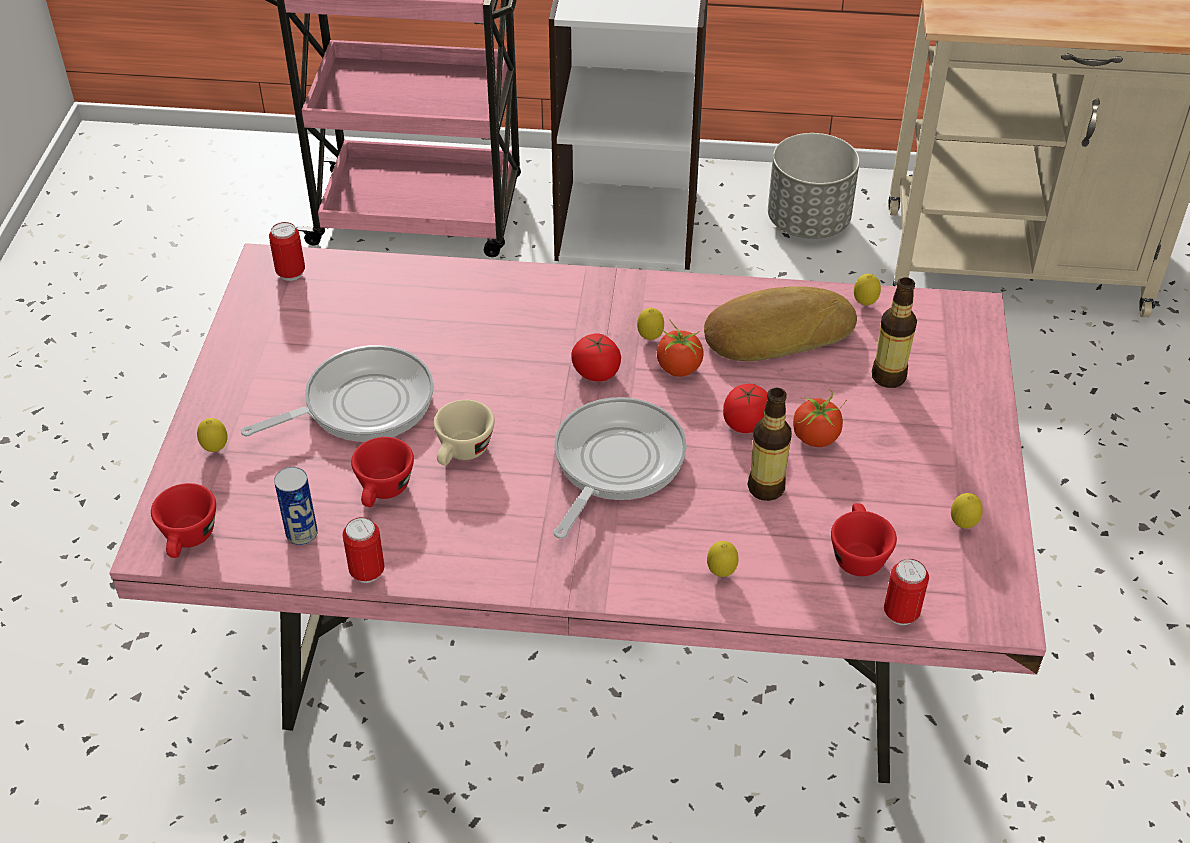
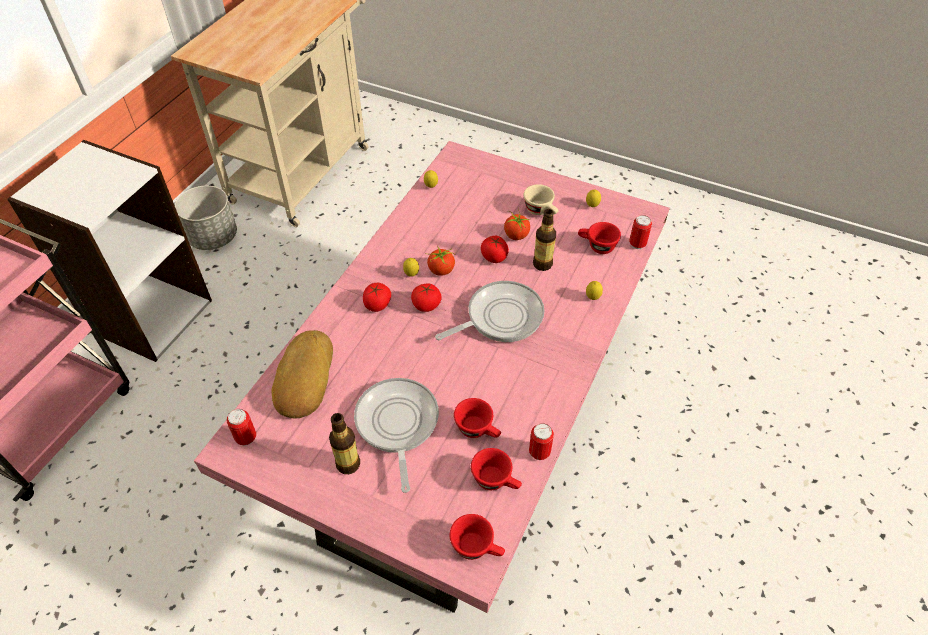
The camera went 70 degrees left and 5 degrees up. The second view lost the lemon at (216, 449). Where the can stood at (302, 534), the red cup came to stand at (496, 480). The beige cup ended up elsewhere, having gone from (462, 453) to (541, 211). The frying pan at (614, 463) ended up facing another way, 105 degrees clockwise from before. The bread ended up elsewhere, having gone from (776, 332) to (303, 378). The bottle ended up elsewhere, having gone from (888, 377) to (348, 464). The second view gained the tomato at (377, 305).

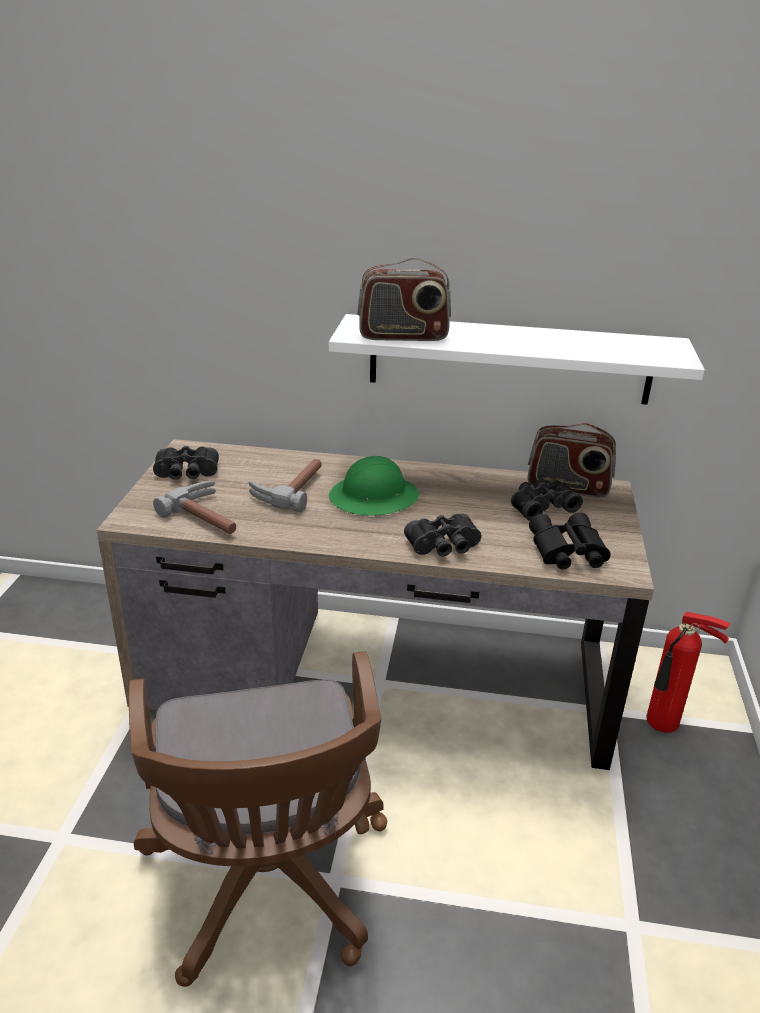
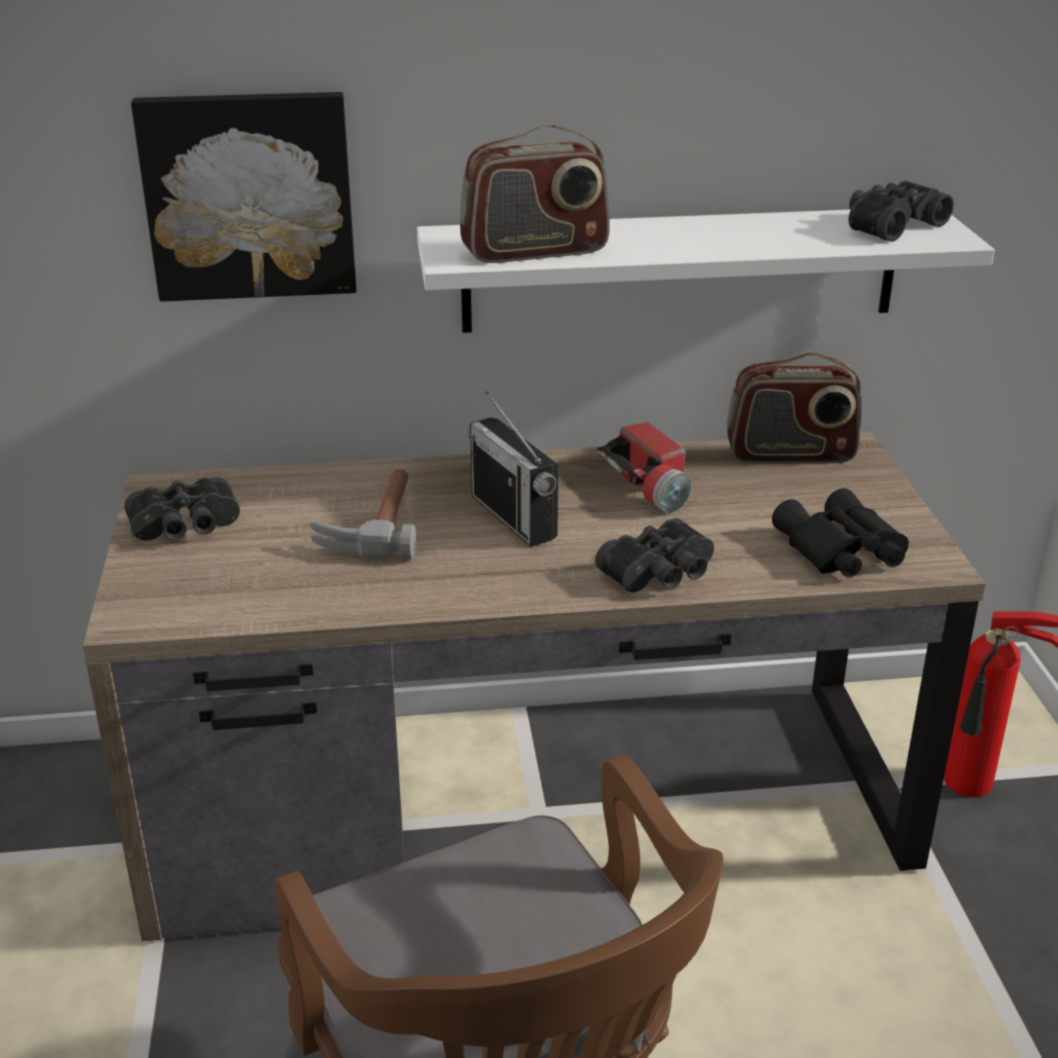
The camera went 15 degrees left and 0 degrees up. The second view lost the hammer at (210, 516). Where the green hard hat stood at (374, 498), the radio came to stand at (513, 517). The black binoculars ended up elsewhere, having gone from (541, 506) to (890, 225). The second view gained the picture at (249, 195). The second view gained the flashlight at (650, 485).

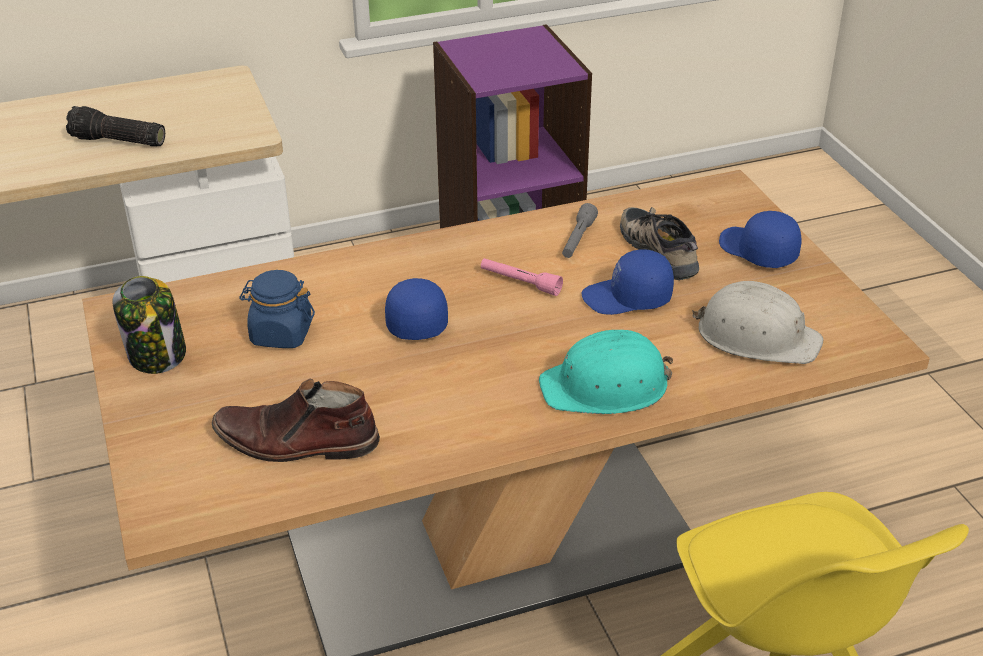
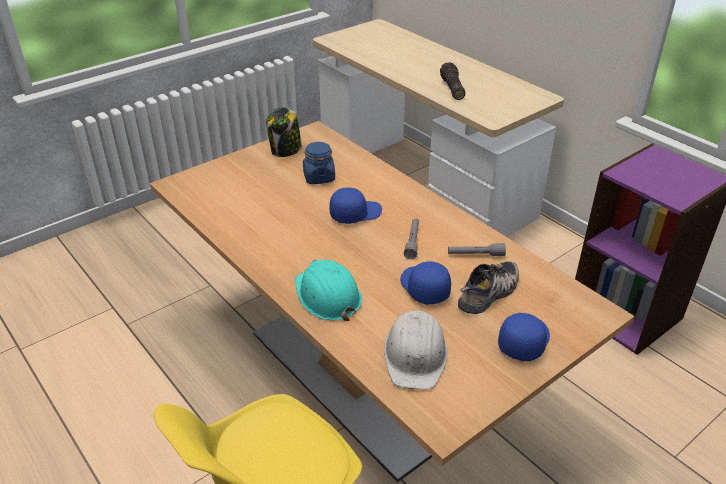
The camera went 70 degrees right and 0 degrees up. The second view lost the brown boot at (296, 442). What was the pink flashlight at (520, 283) turned into the grey flashlight at (412, 242).

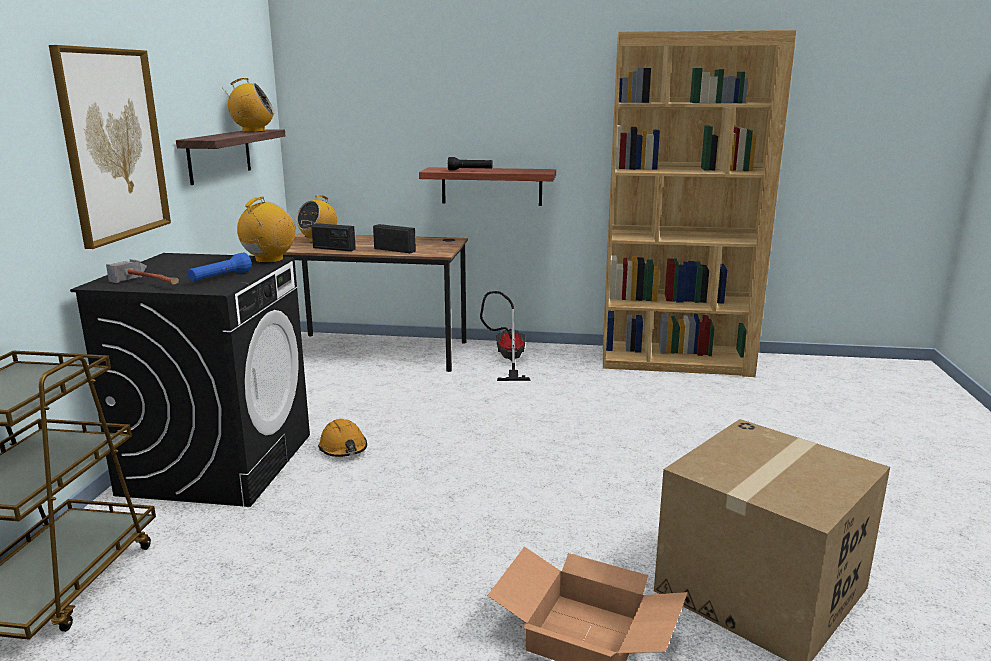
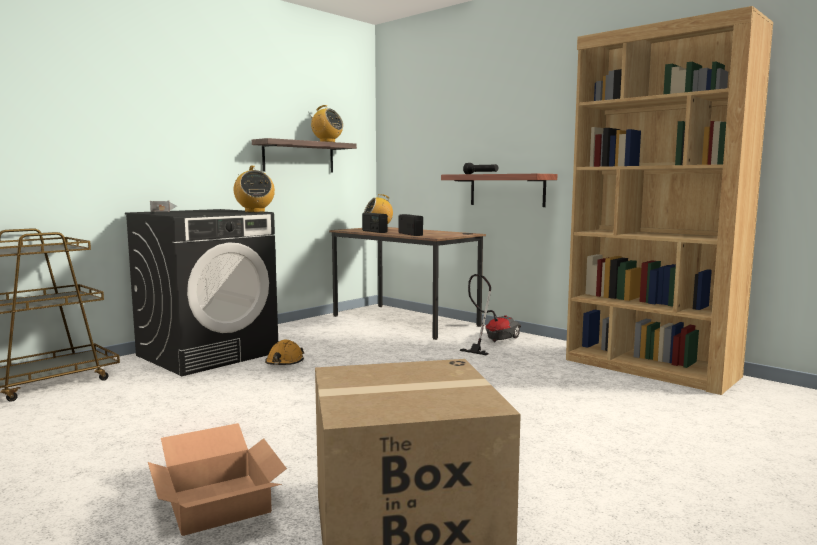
The camera went 35 degrees right and 10 degrees down. The second view lost the picture at (113, 145). The second view lost the blue flashlight at (220, 278). The radio at (269, 260) ended up facing another way, 90 degrees clockwise from before.

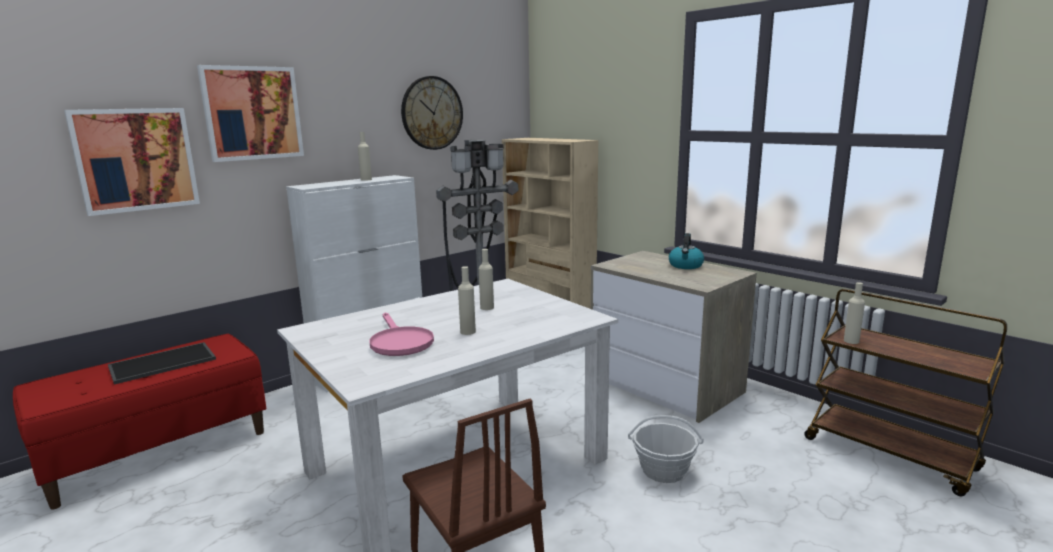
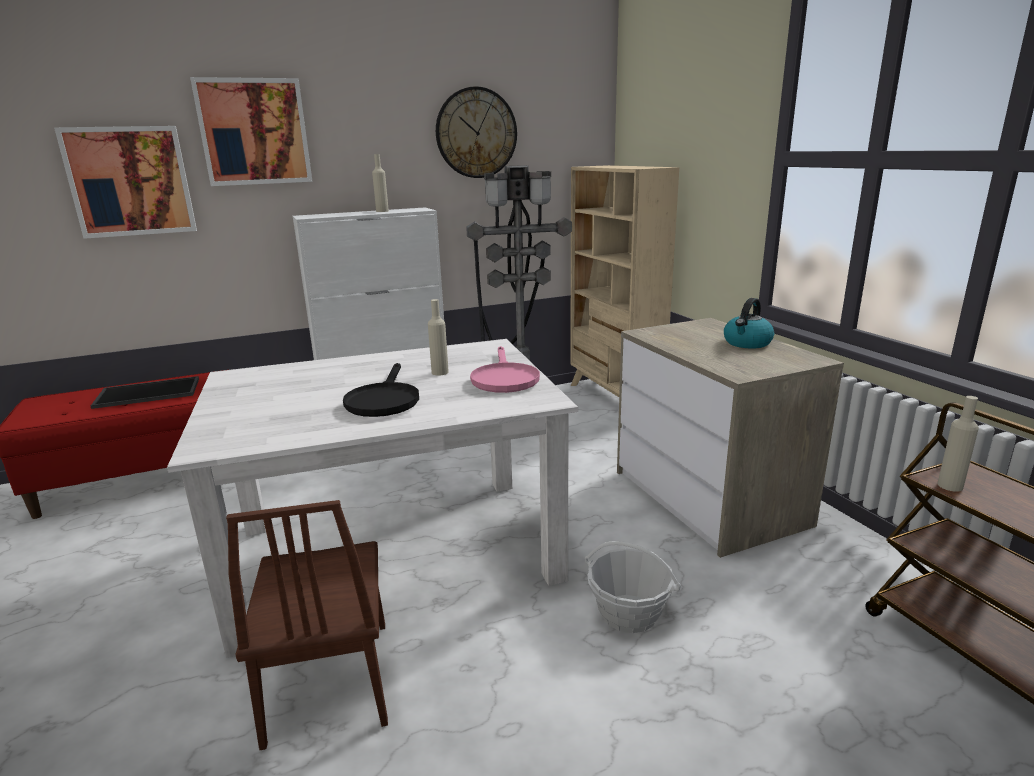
The camera went 20 degrees right and 5 degrees up. The pink frying pan ended up elsewhere, having gone from (399, 342) to (504, 378). Where the beige bottle stood at (468, 332), the black frying pan came to stand at (384, 400).

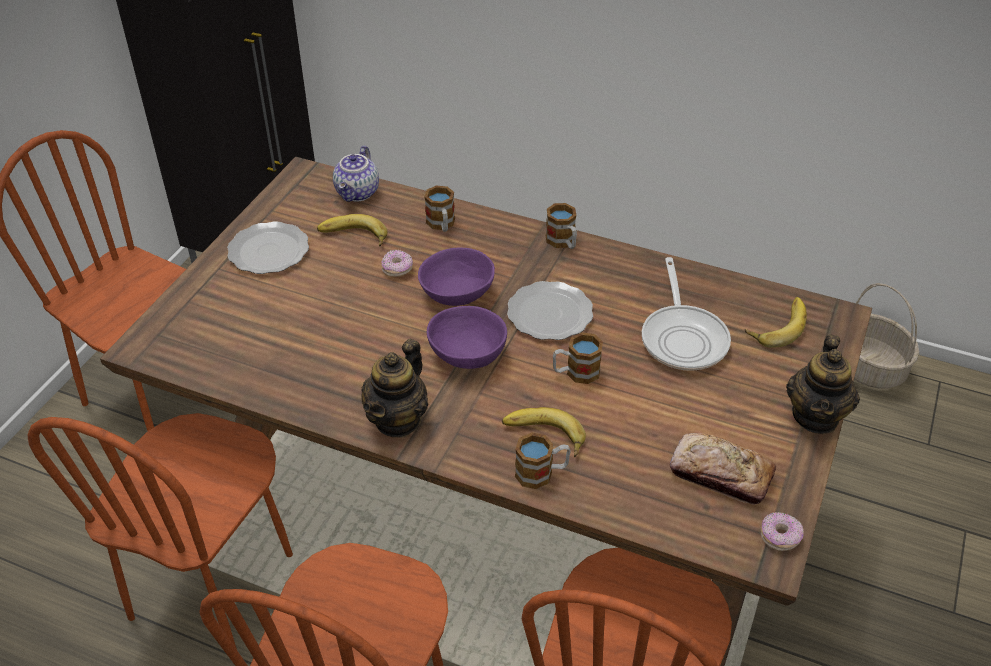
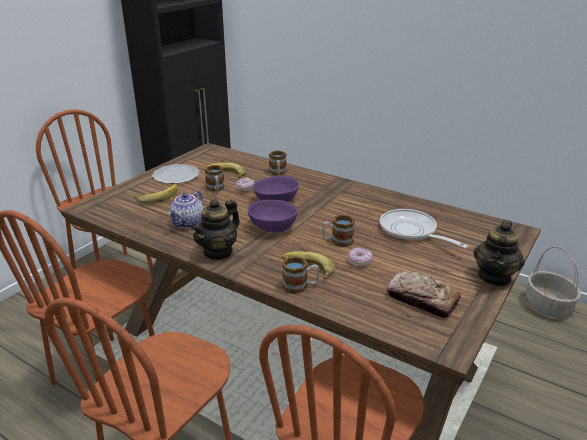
The camera went 10 degrees right and 15 degrees down. The teapot ended up elsewhere, having gone from (358, 193) to (188, 223). The second view lost the plate at (549, 312). The mug ended up elsewhere, having gone from (563, 242) to (216, 189). The frying pan at (683, 337) ended up facing another way, 135 degrees clockwise from before. The banana ended up elsewhere, having gone from (776, 325) to (157, 196). The donut ended up elsewhere, having gone from (779, 537) to (359, 262).

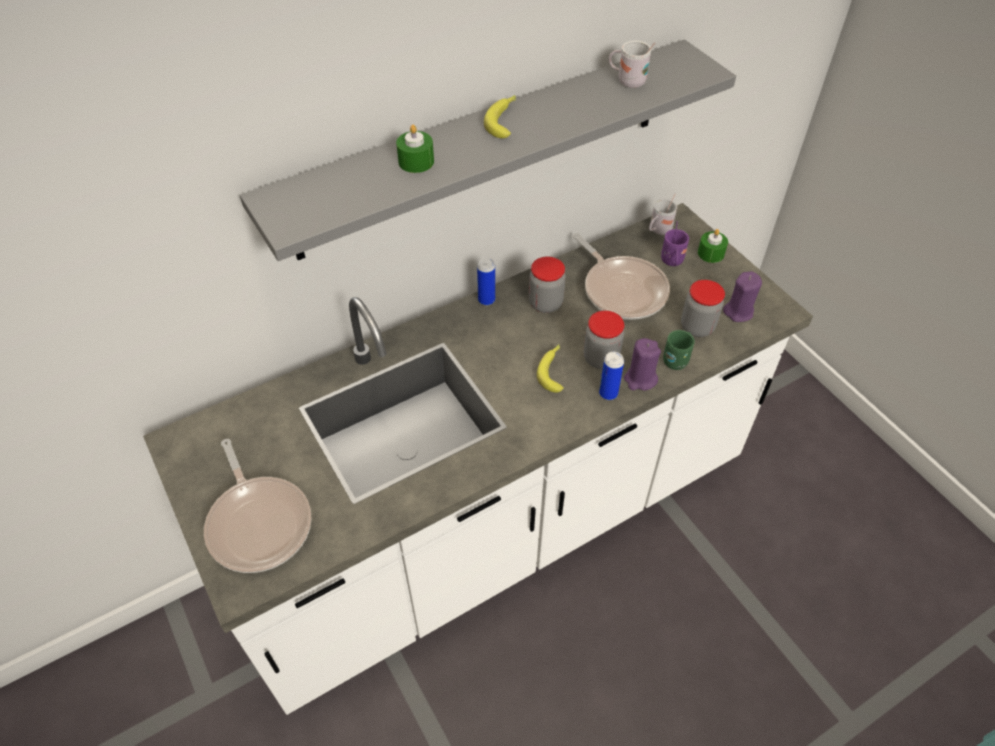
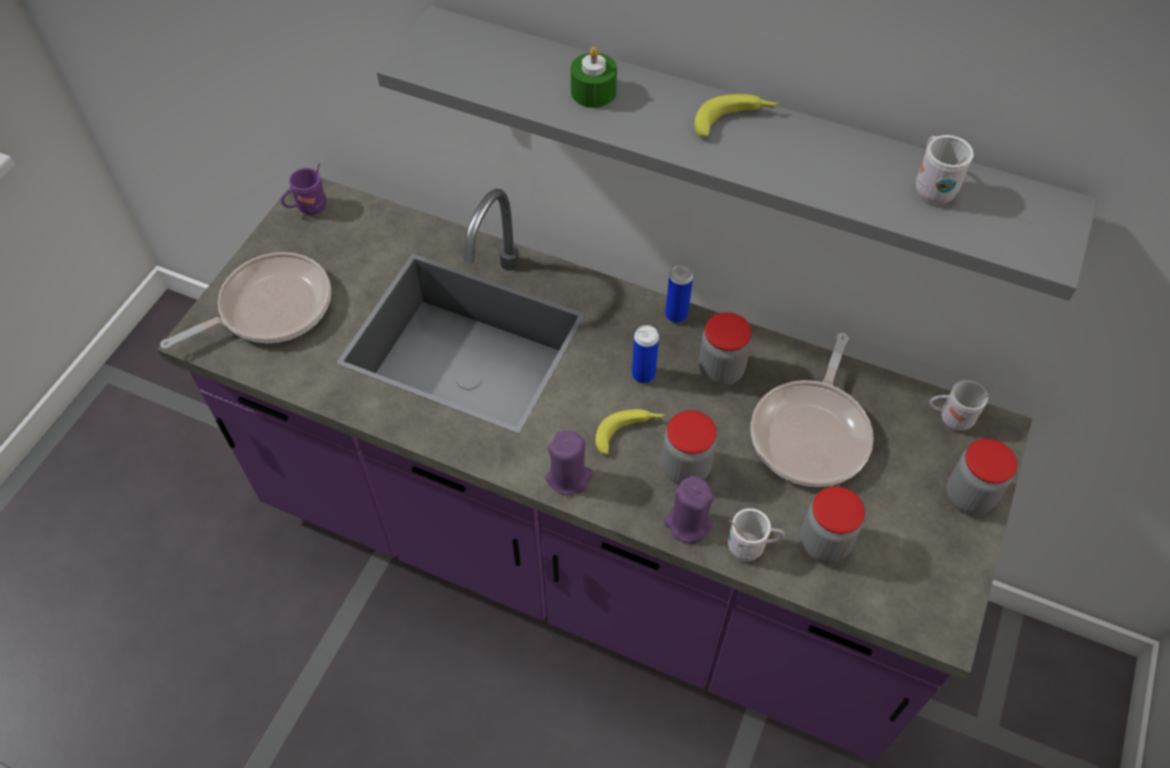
The camera went 55 degrees right and 5 degrees up. What was the white counter at (497, 527) turned into the purple counter at (585, 557). The frying pan at (259, 522) ended up facing another way, 150 degrees counterclockwise from before. The can ended up elsewhere, having gone from (608, 393) to (643, 375). The purple mug ended up elsewhere, having gone from (672, 263) to (308, 208). What was the green mug at (677, 359) turned into the white mug at (751, 547). Where the green candle stood at (710, 253), the jar came to stand at (968, 496). The purple candle ended up elsewhere, having gone from (738, 311) to (569, 477).

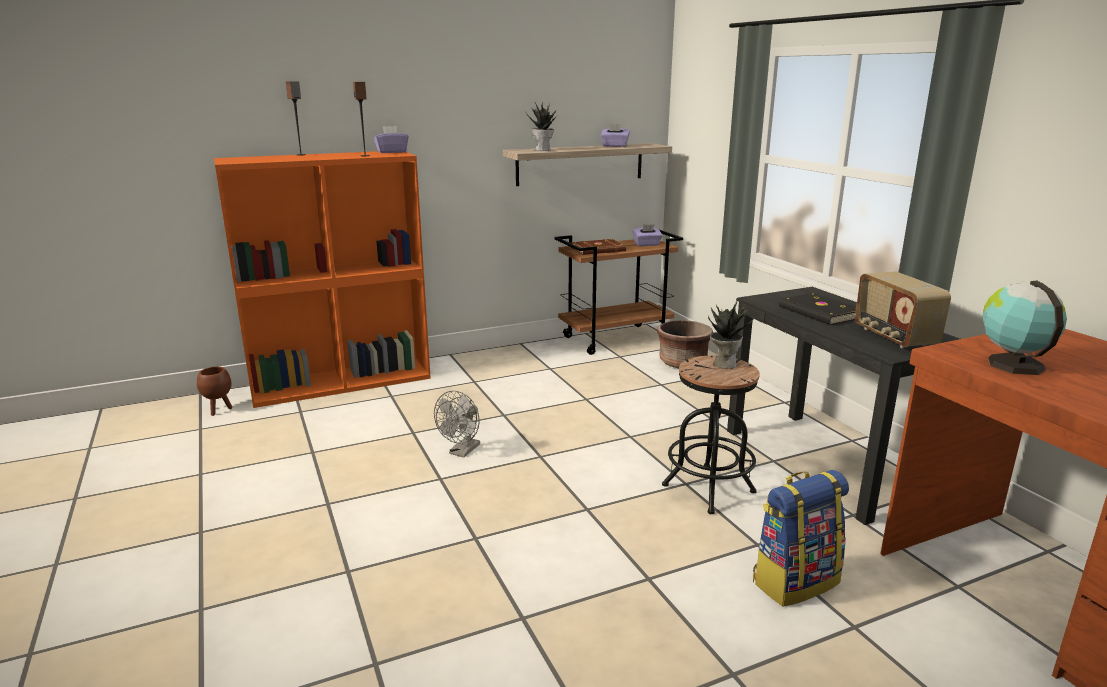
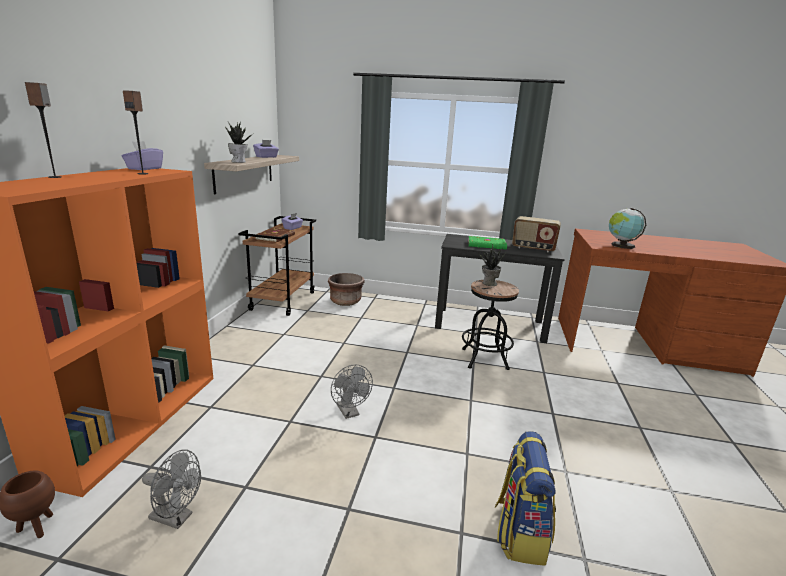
The camera went 55 degrees left and 0 degrees up. The backpack ended up elsewhere, having gone from (794, 581) to (519, 532). What was the black book at (819, 313) turned into the green book at (487, 245). The second view gained the grey fan at (176, 518).

